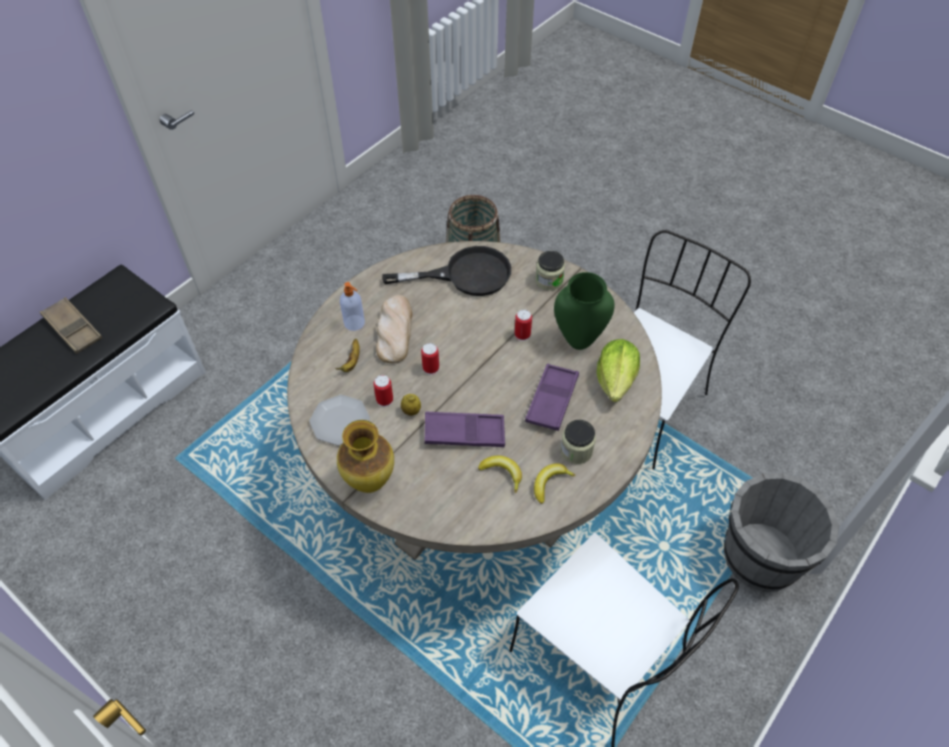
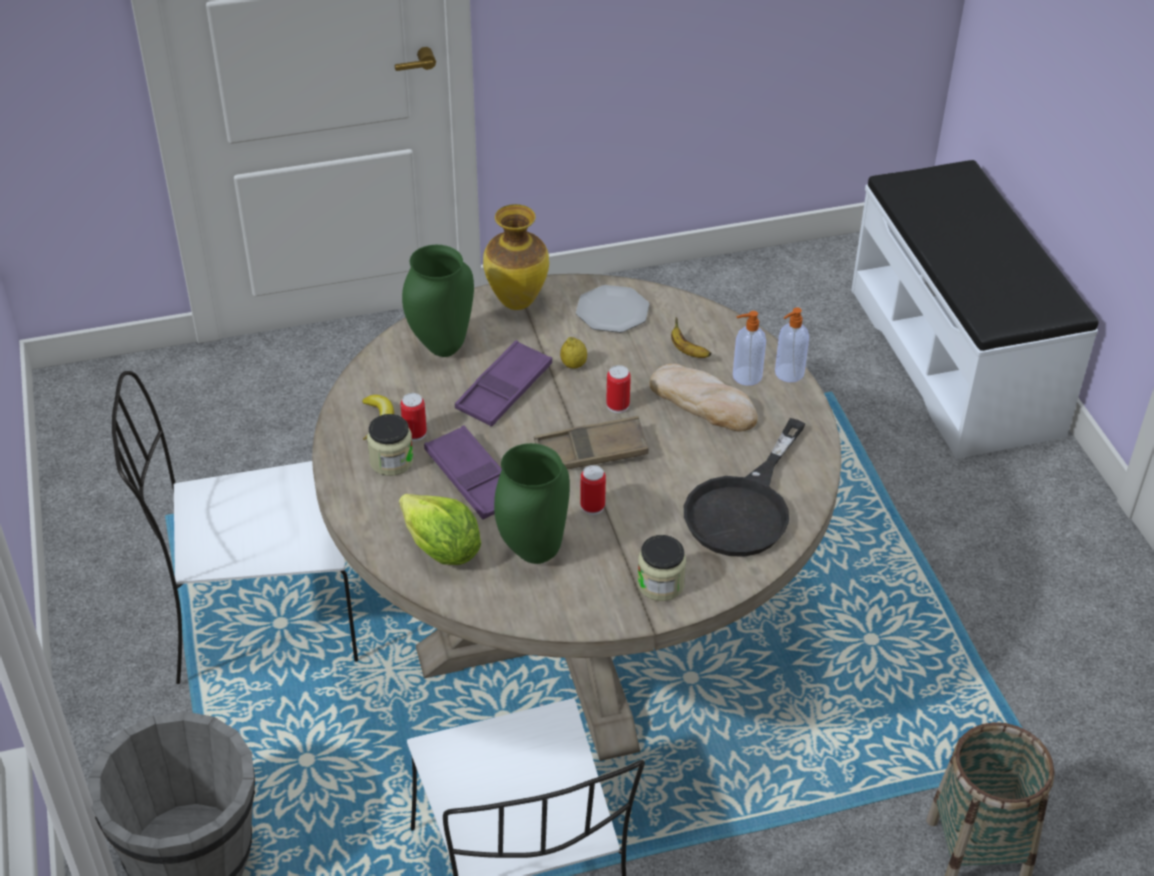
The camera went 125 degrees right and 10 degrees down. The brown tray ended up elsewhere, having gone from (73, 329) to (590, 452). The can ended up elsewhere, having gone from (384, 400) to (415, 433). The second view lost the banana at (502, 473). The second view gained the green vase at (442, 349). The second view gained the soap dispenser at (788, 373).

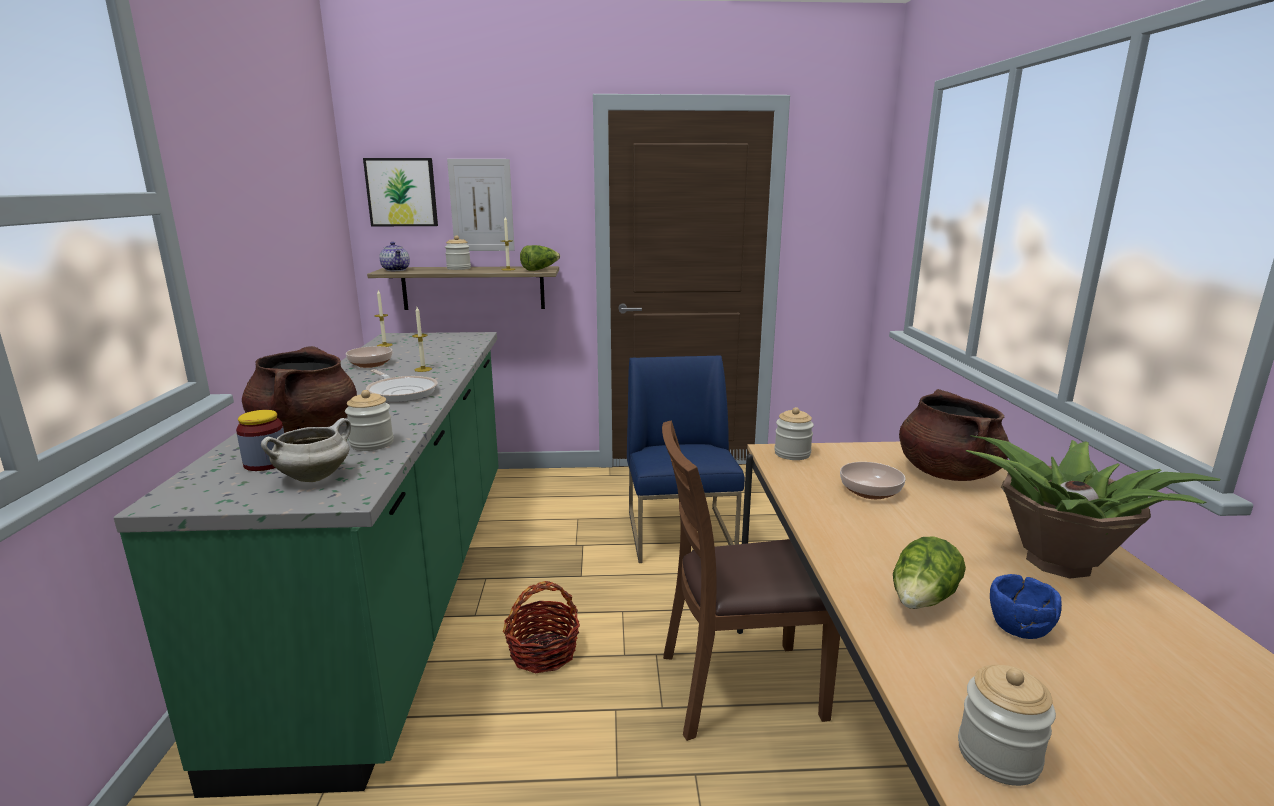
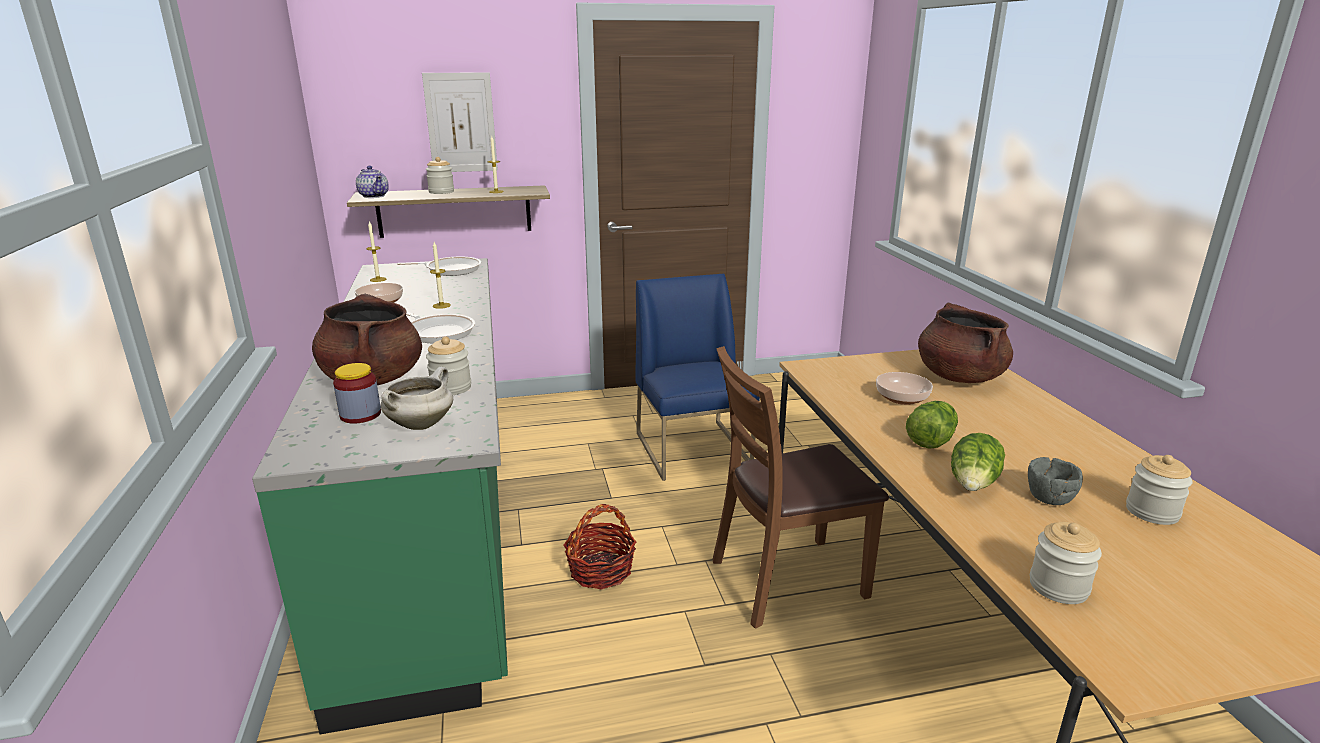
The camera went 10 degrees left and 5 degrees up. The second view lost the picture at (402, 192). The lettuce ended up elsewhere, having gone from (540, 269) to (930, 438). The jar ended up elsewhere, having gone from (792, 454) to (1152, 512). The second view lost the potted plant at (1054, 560). What was the blue bowl at (1018, 627) turned into the grey bowl at (1048, 497). The second view gained the frying pan at (450, 270).

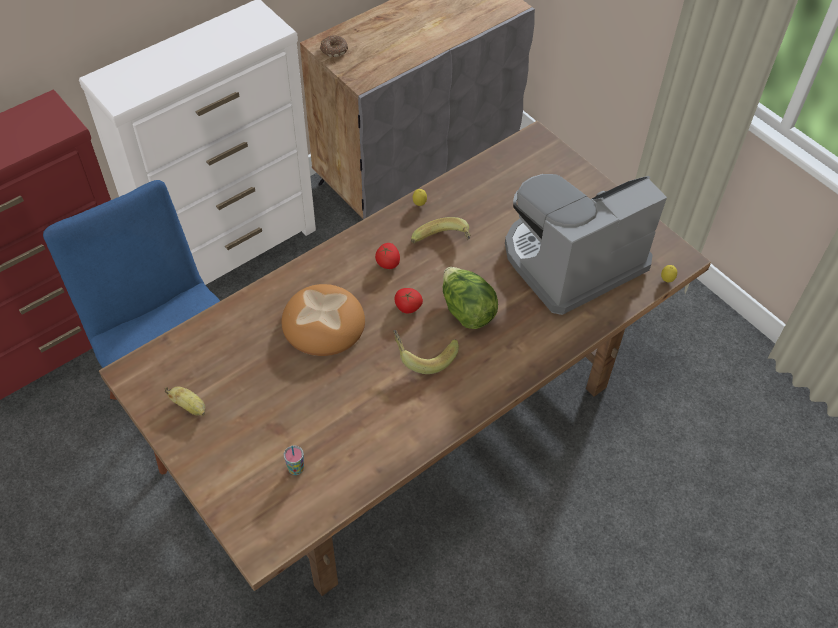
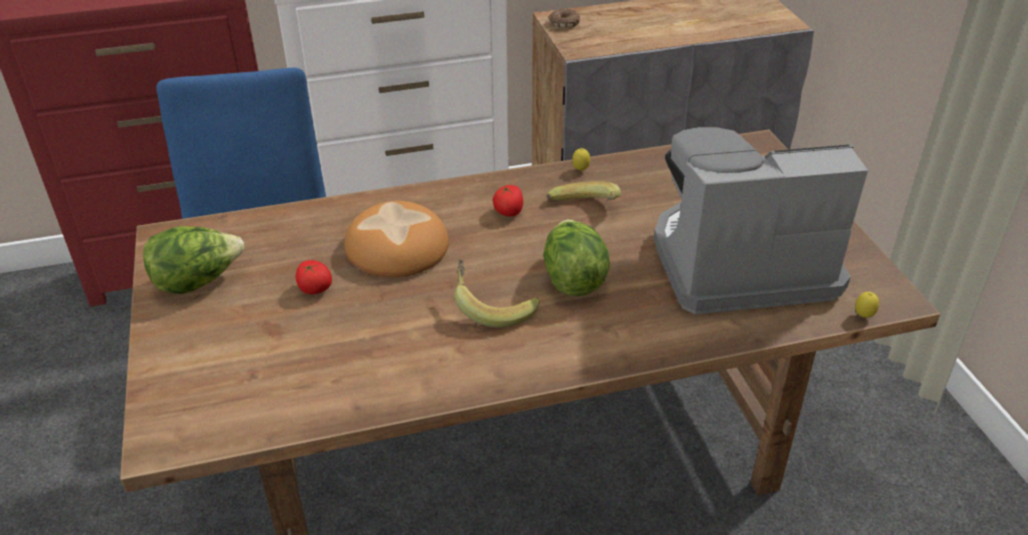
The camera went 25 degrees right and 15 degrees down. Where the banana stood at (190, 407), the lettuce came to stand at (197, 281). The second view lost the cup at (296, 469). The tomato ended up elsewhere, having gone from (407, 307) to (314, 289).

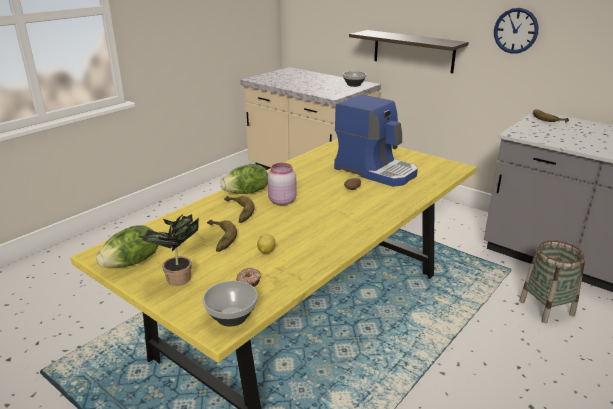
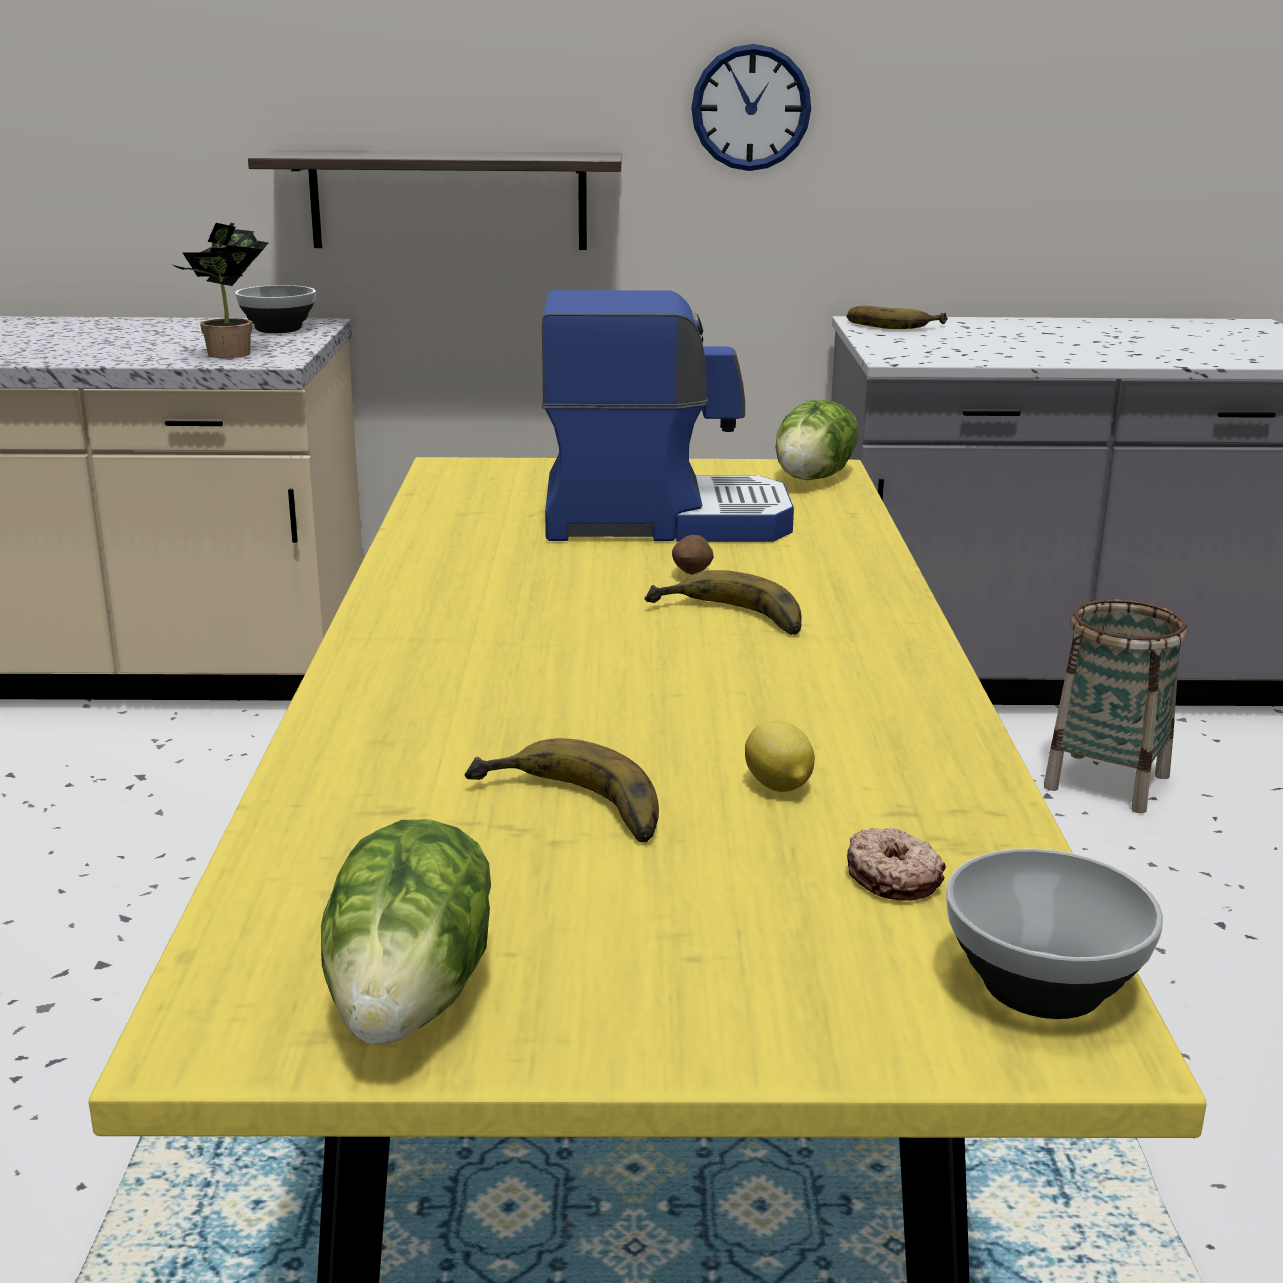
The camera went 40 degrees left and 5 degrees down. The potted plant ended up elsewhere, having gone from (176, 281) to (230, 355). The lettuce ended up elsewhere, having gone from (247, 192) to (814, 478). The banana ended up elsewhere, having gone from (236, 212) to (727, 619). The second view lost the pink jar at (281, 201).

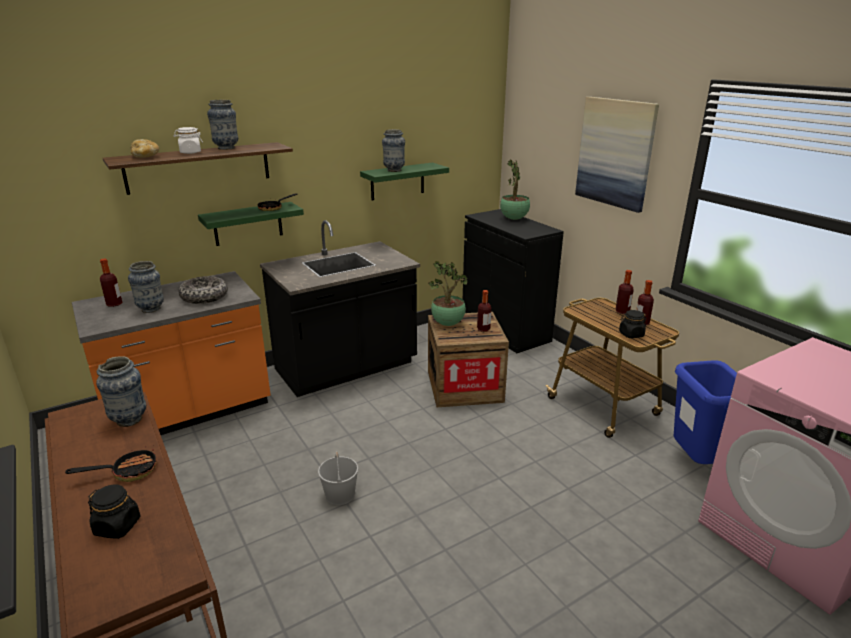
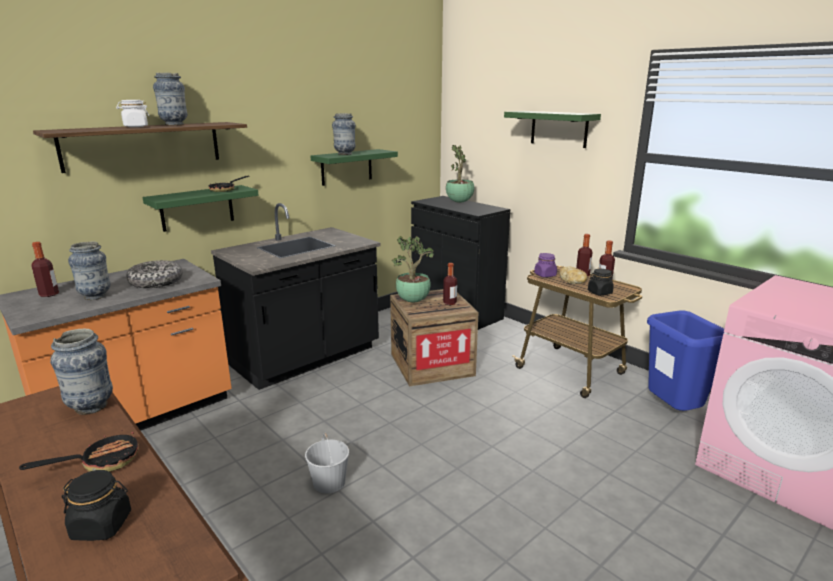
The camera went 10 degrees left and 5 degrees down. The bread ended up elsewhere, having gone from (145, 157) to (573, 282). Where the picture hung at (615, 153), the green shelf came to hang at (559, 129). The second view gained the purple jar at (545, 275).

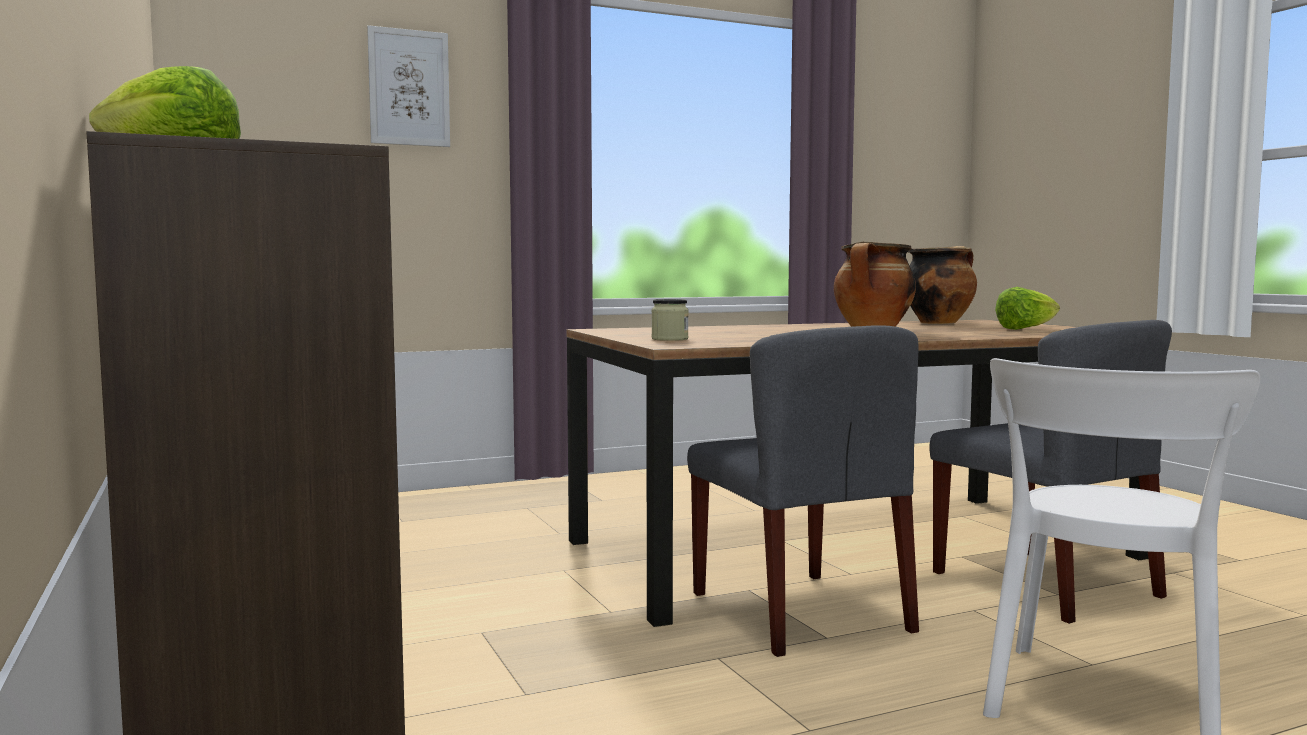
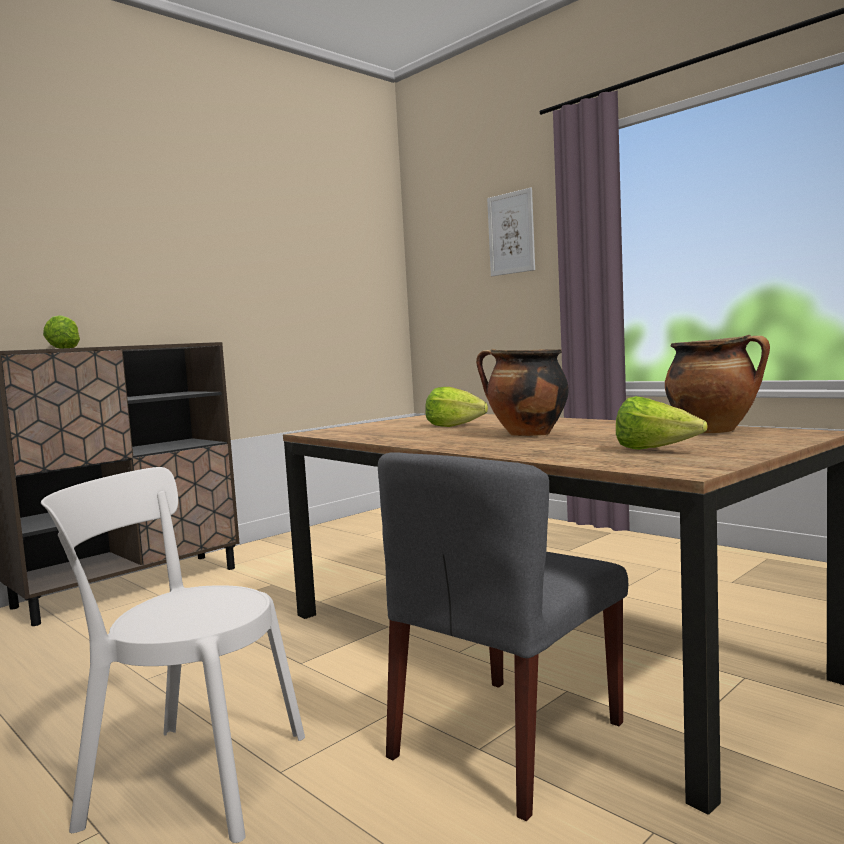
The camera went 70 degrees right and 0 degrees up. The second view lost the jar at (669, 339). The second view lost the grey chair at (800, 612). The second view gained the lettuce at (454, 426).

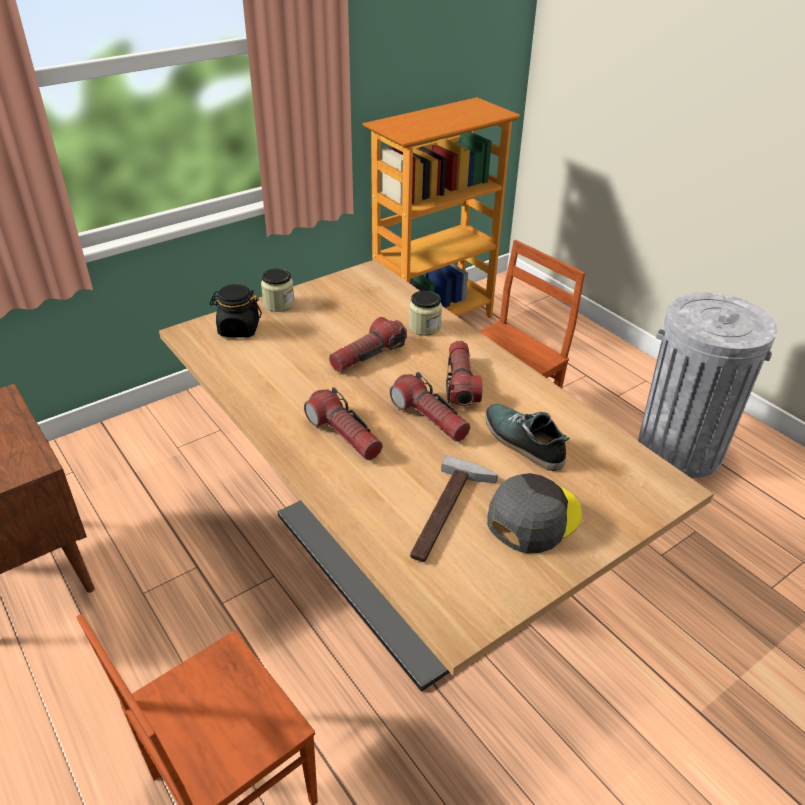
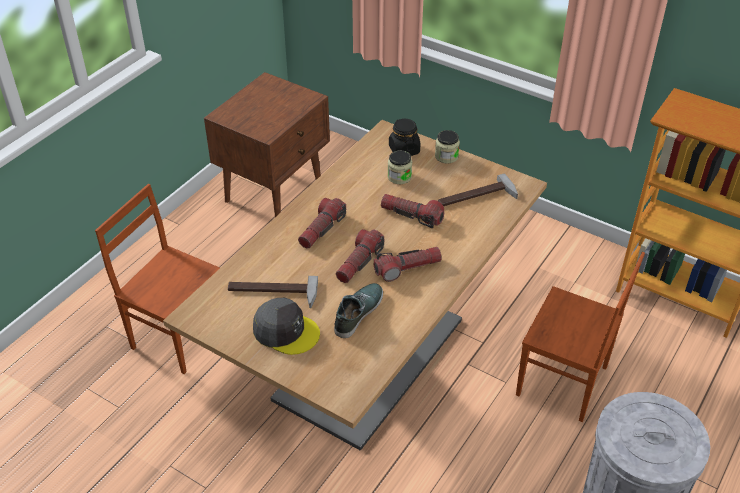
The camera went 70 degrees right and 5 degrees up. The jar ended up elsewhere, having gone from (424, 327) to (399, 177). The second view gained the hammer at (477, 197).

